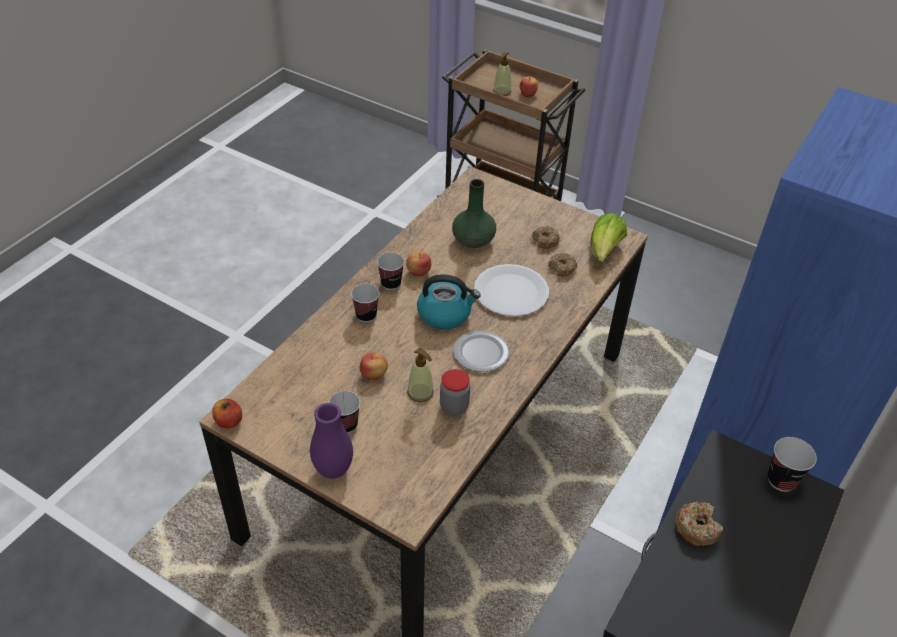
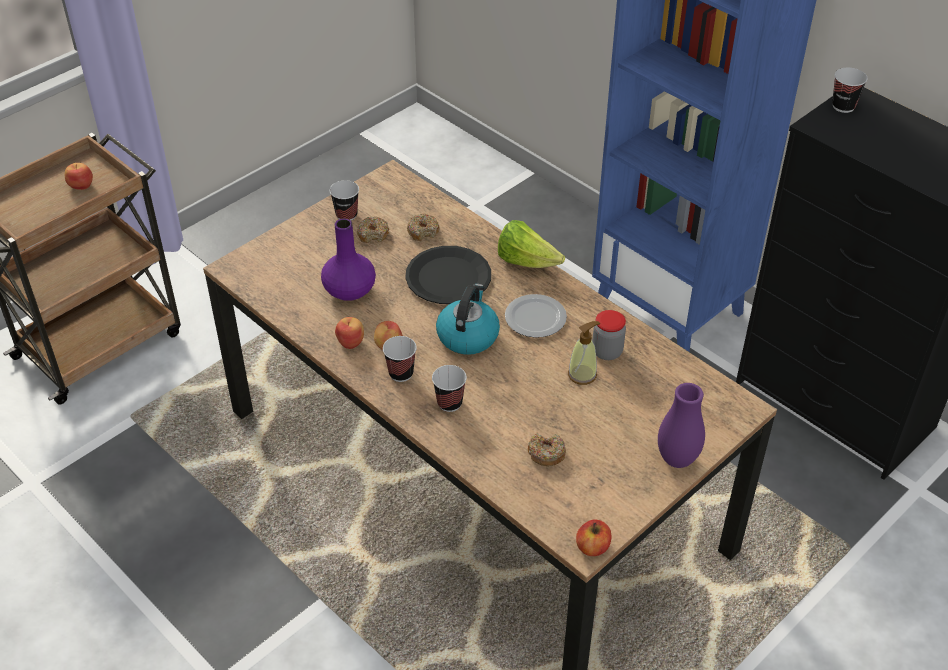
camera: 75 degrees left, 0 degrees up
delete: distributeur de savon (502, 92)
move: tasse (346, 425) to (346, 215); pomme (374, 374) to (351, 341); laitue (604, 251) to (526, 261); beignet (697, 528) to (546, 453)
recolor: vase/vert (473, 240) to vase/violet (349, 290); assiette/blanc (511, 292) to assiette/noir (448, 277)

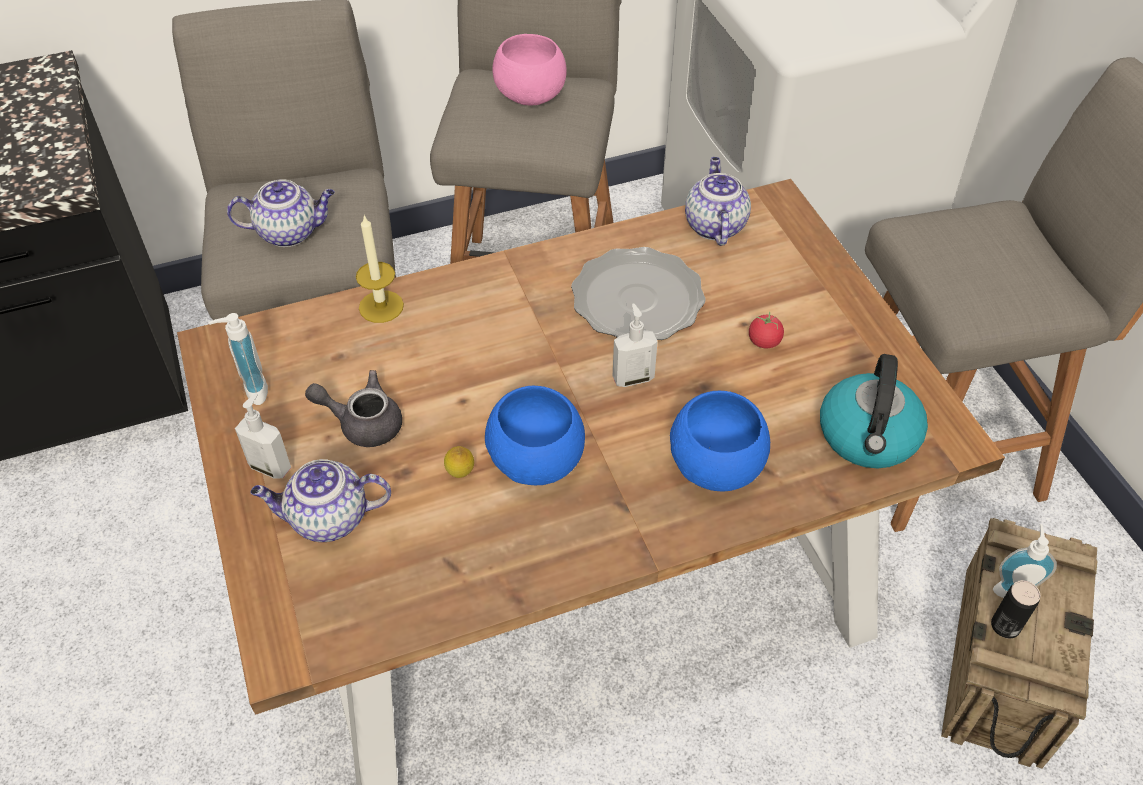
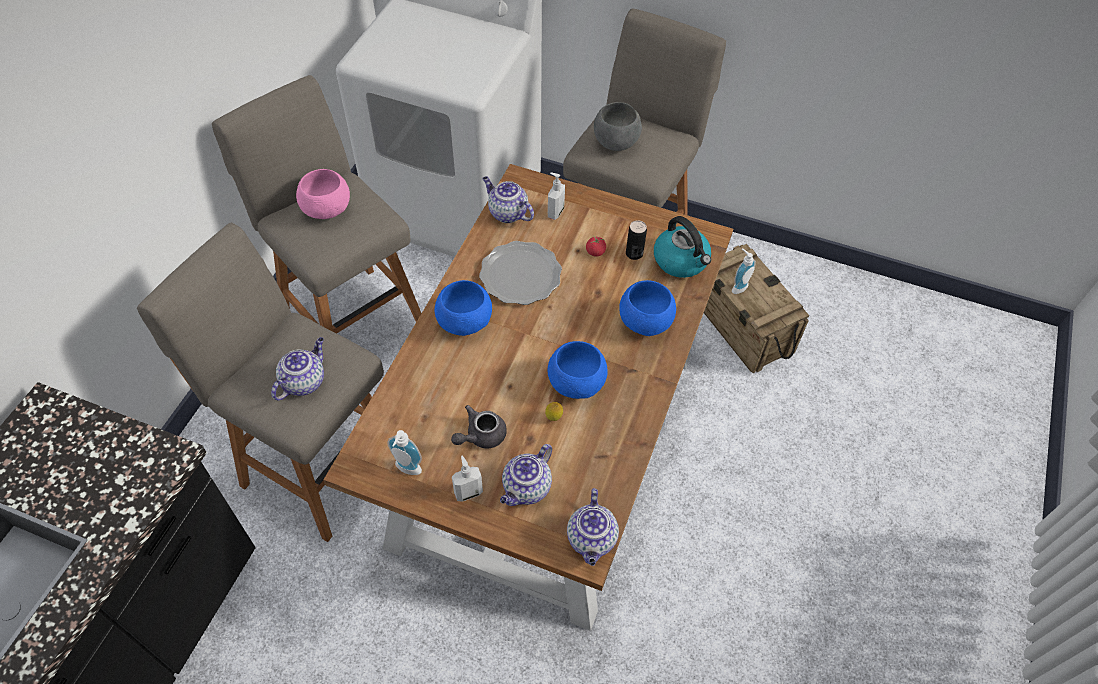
camera: 50 degrees left, 5 degrees up
delete: bougie (381, 306)
insert: bol/bleu (465, 323); théière (592, 540); bol/gris (616, 142)
move: distributeur de savon (632, 377) to (555, 212); boîte métallique (1005, 626) to (634, 253)

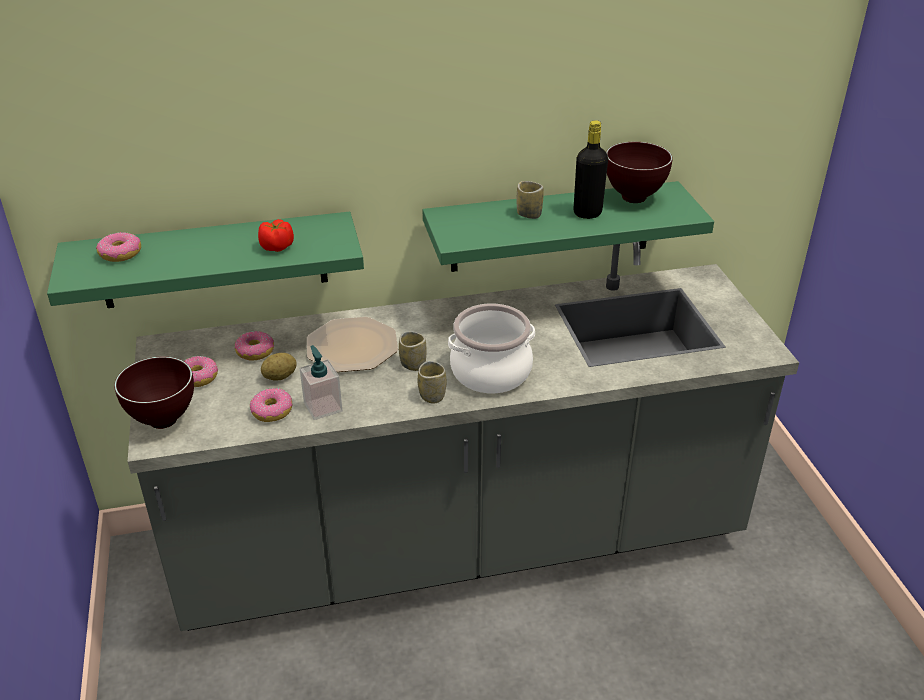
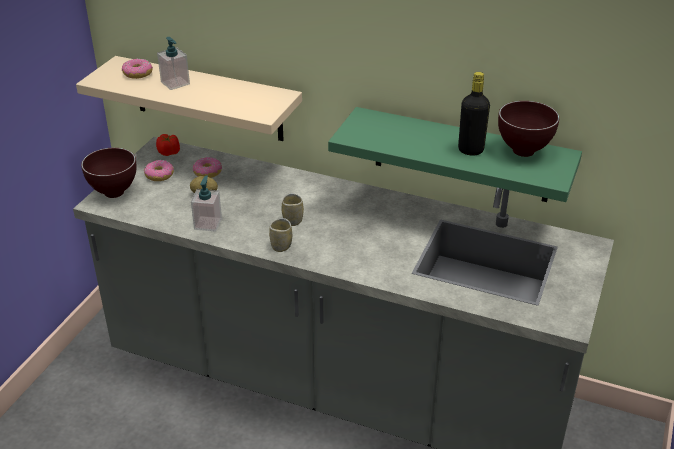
camera: 35 degrees right, 0 degrees up
delete: beignet (272, 411); assiette (351, 346); marmite (490, 371); tasse (529, 214)
insert: distributeur de savon (175, 83)
move: tomate (277, 247) to (169, 152)
recolor: étagère/vert (213, 260) to étagère/beige (207, 99)

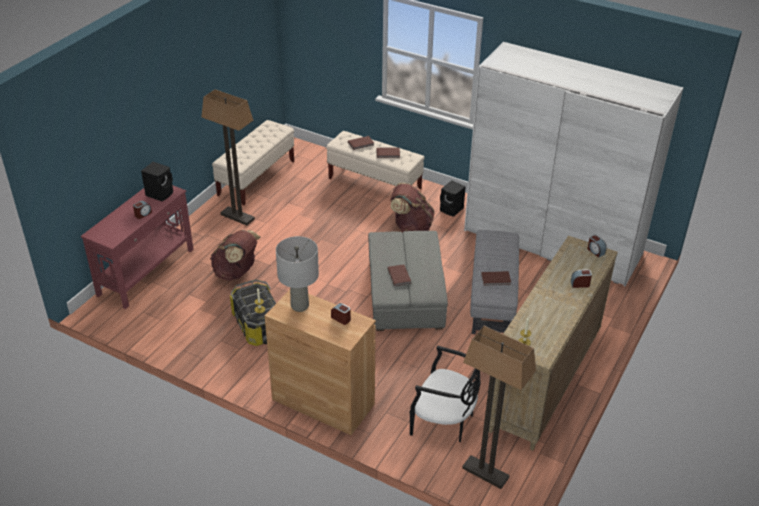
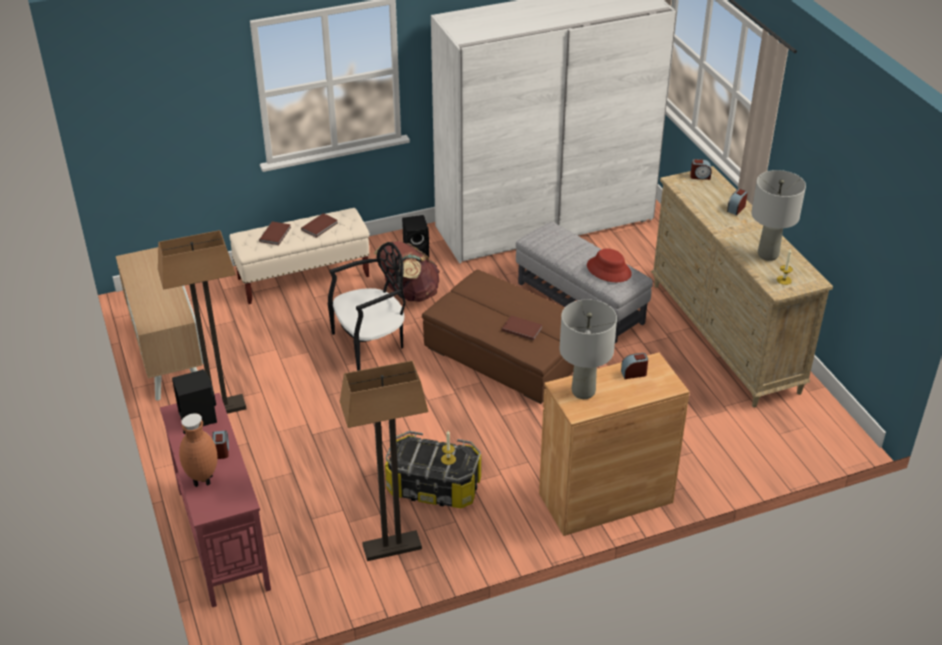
camera: 50 degrees left, 0 degrees up
delete: sac à dos/marron (236, 272)
insert: vase/marron (203, 481); lampe de table/gris (768, 255)
move: chaise/noir (444, 421) to (371, 344); lampadaire (485, 473) to (391, 547)
replace: banc/beige (256, 178) to meuble de rangement (167, 357); livre/marron (496, 279) to chapeau/rouge (609, 270)
recolor: pouf/gris (406, 293) to pouf/marron (507, 353)

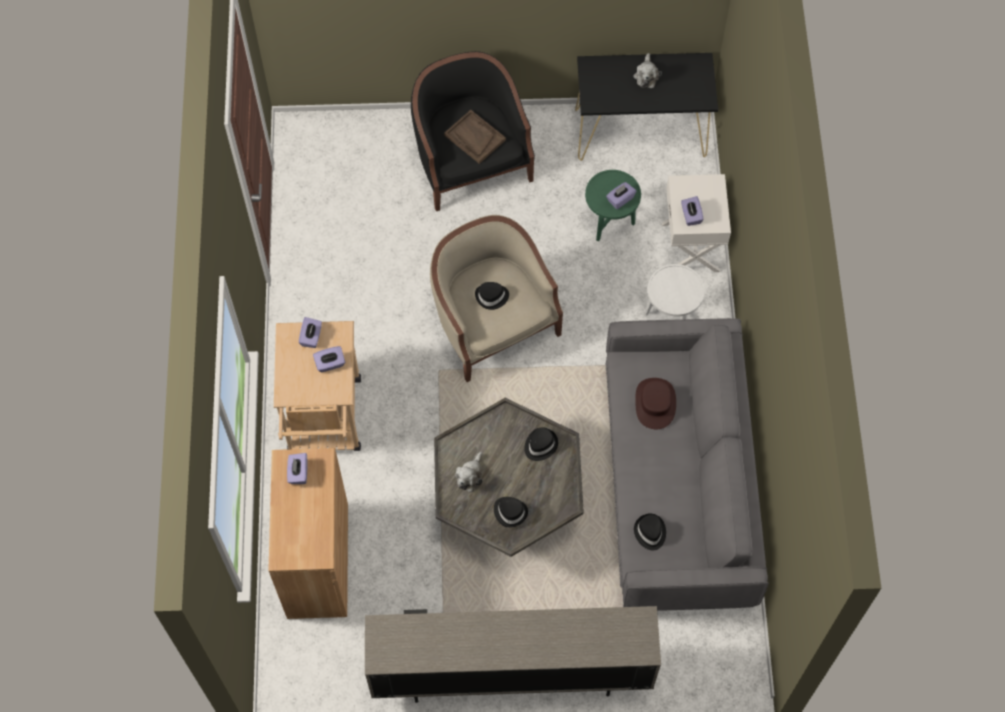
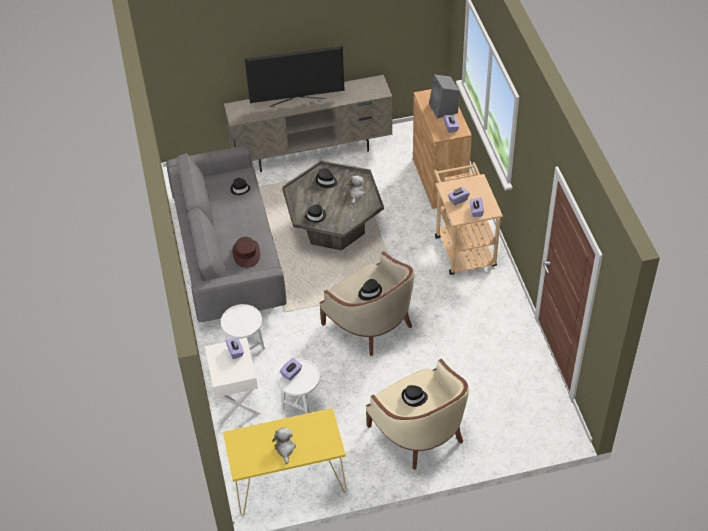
camera: 170 degrees right, 15 degrees down
insert: téléviseur (297, 102); enceinte/gris (444, 109)
replace: plateau/marron (474, 137) to chapeau/noir (414, 398)
recolor: fauteuil/noir (471, 162) to fauteuil/beige (419, 431); table console/noir (641, 132) to table console/jaune (288, 482); table d'appoint/vert (609, 225) to table d'appoint/blanc (300, 404)

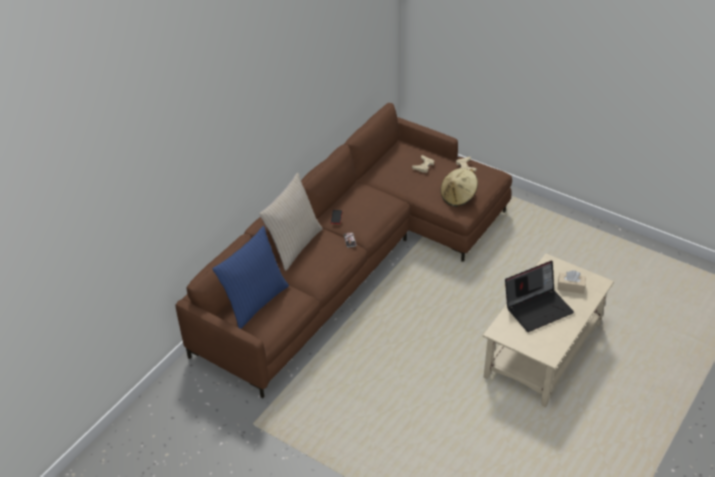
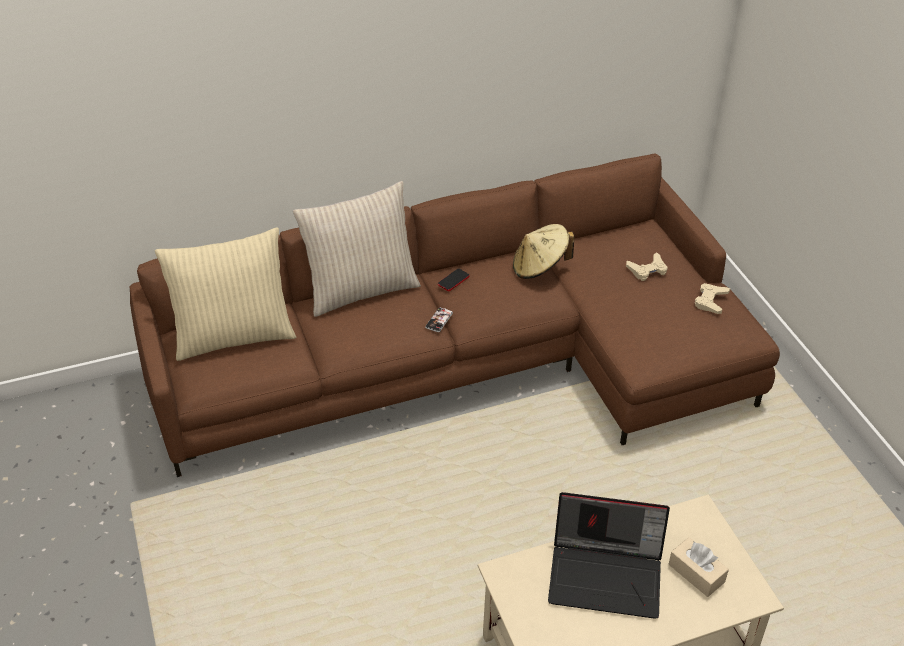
camera: 35 degrees right, 0 degrees up
move: chapeau/beige (458, 196) to (540, 267)
recolor: coussin/bleu (255, 301) to coussin/beige (234, 336)

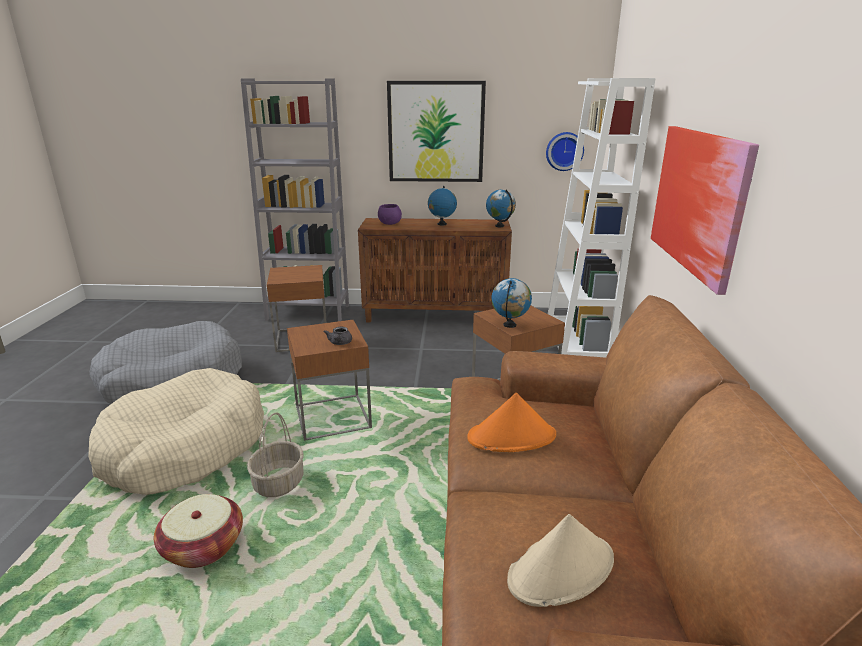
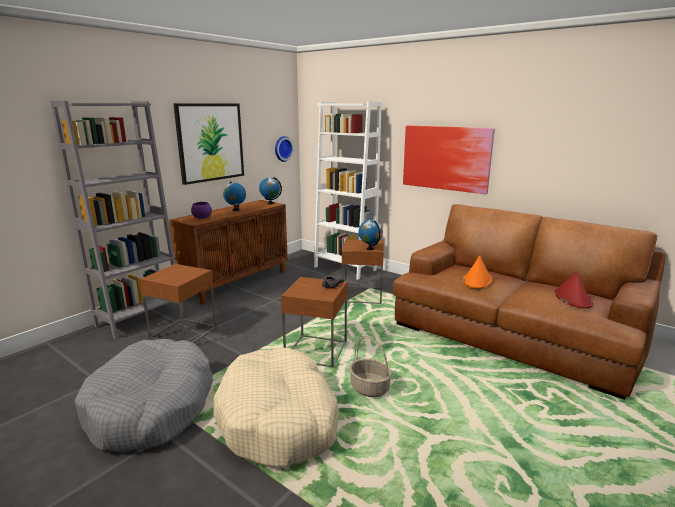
camera: 55 degrees left, 5 degrees down
delete: panier (203, 546)
recolor: chapeau/beige (561, 569) to chapeau/rouge (572, 298)

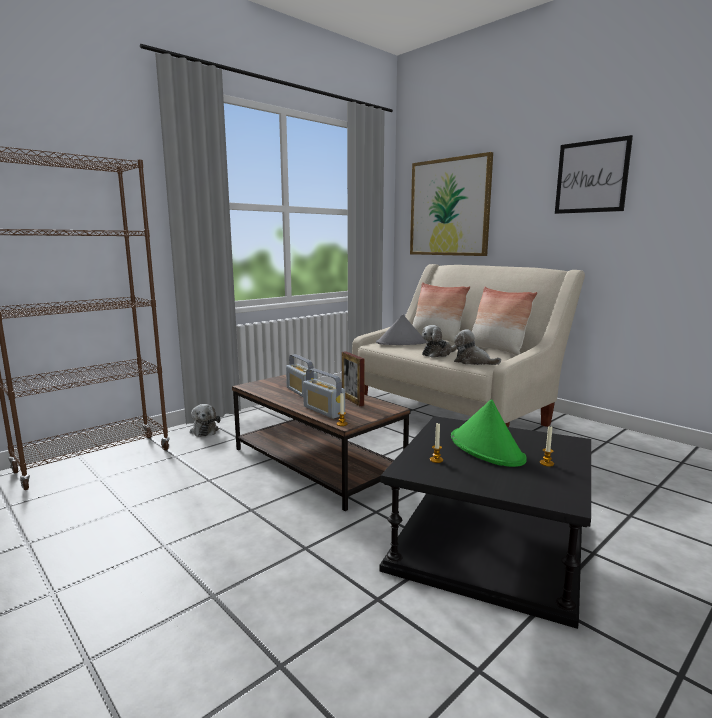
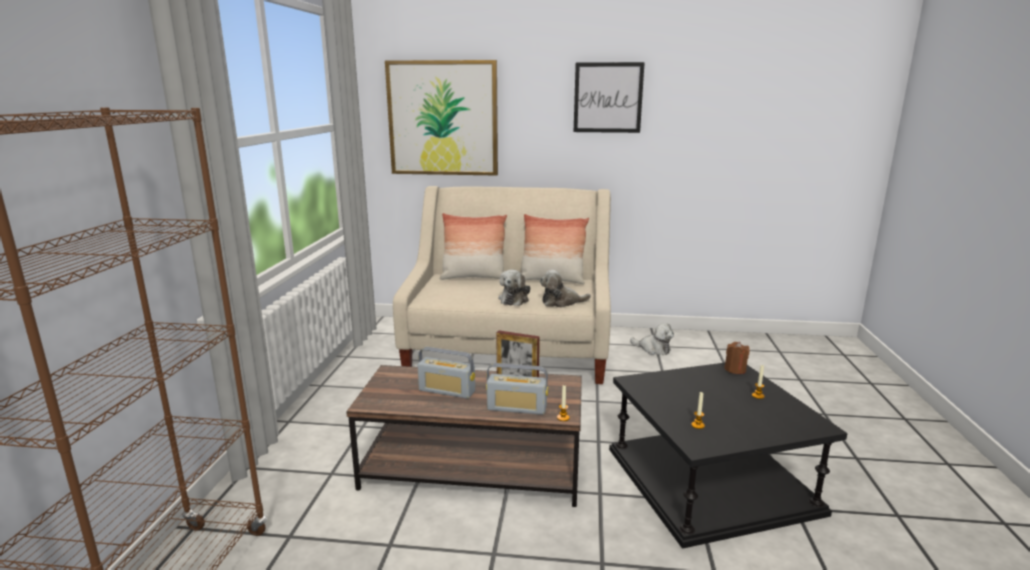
camera: 40 degrees left, 5 degrees up
delete: chapeau/gris (401, 343); chapeau/vert (487, 448)
insert: bougie/marron (735, 369)
move: peluche (204, 430) to (653, 349)

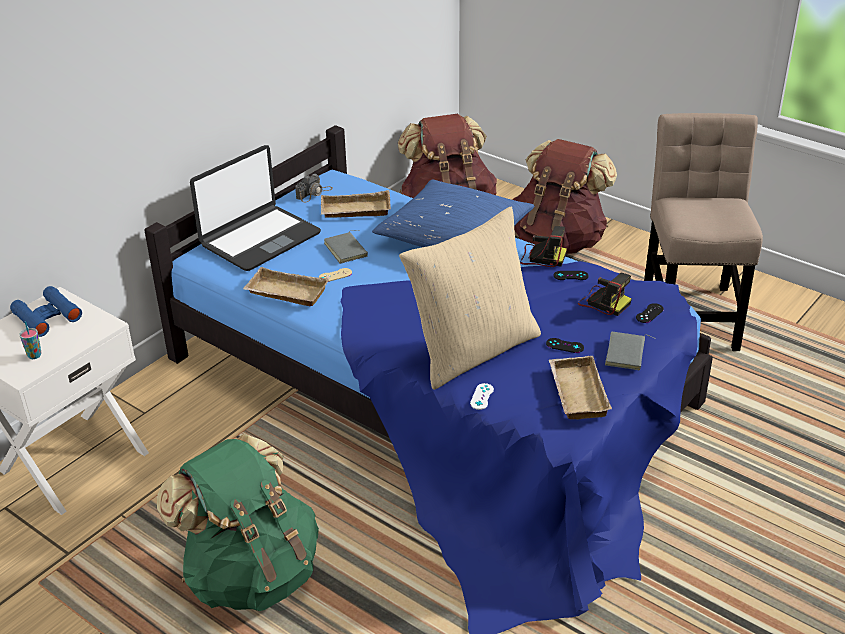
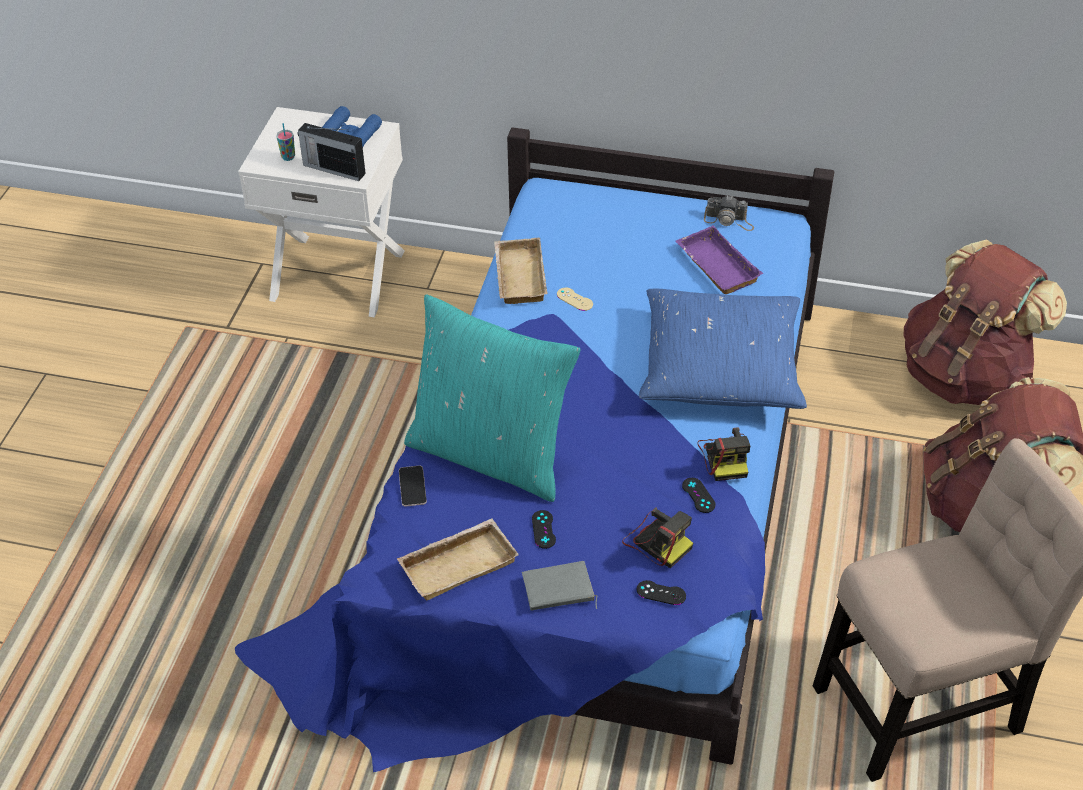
camera: 65 degrees right, 10 degrees up
delete: sac à dos/vert (251, 574); ordinateur portable (259, 239); livre/gris (347, 250)
insert: radio (333, 169)
replace: manette/blanc (482, 396) to téléphone (412, 486)
recolor: plateau/beige (355, 211) to plateau/violet (714, 266); coussin/beige (473, 350) to coussin/turquoise (491, 454)
rotate: appareil photo (603, 302) = (657, 541) 60 degrees counterclockwise

